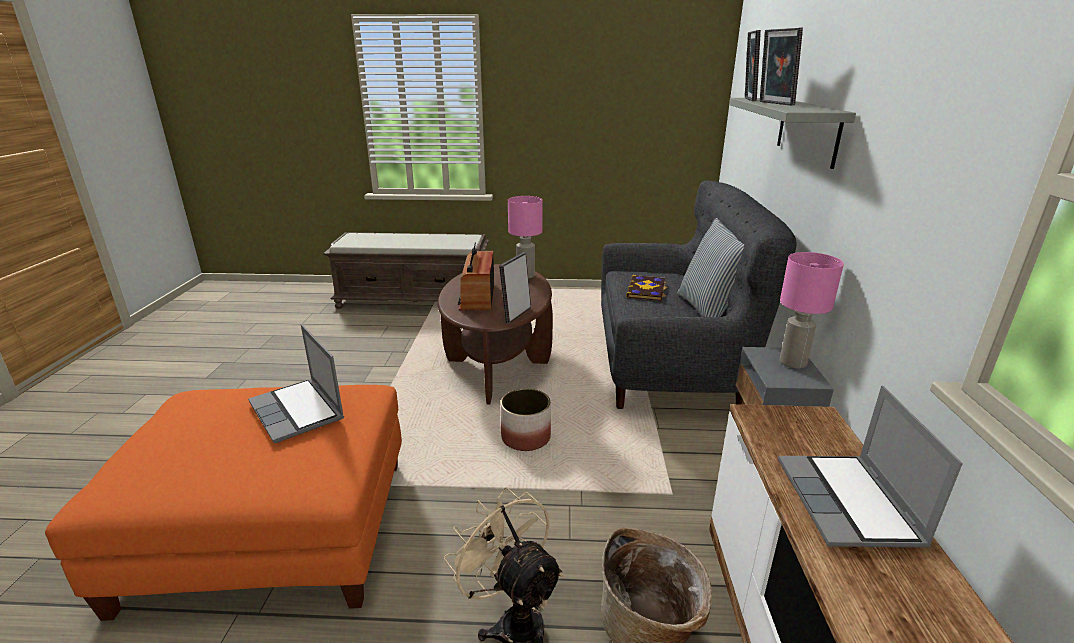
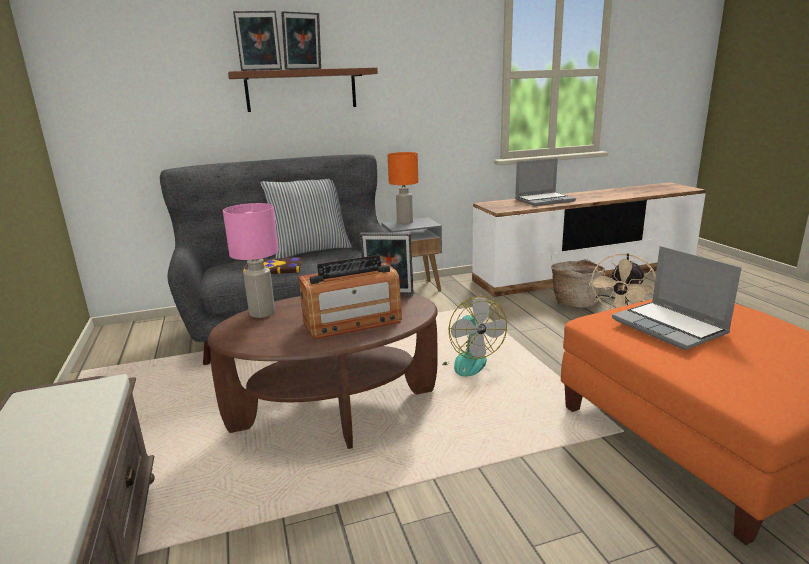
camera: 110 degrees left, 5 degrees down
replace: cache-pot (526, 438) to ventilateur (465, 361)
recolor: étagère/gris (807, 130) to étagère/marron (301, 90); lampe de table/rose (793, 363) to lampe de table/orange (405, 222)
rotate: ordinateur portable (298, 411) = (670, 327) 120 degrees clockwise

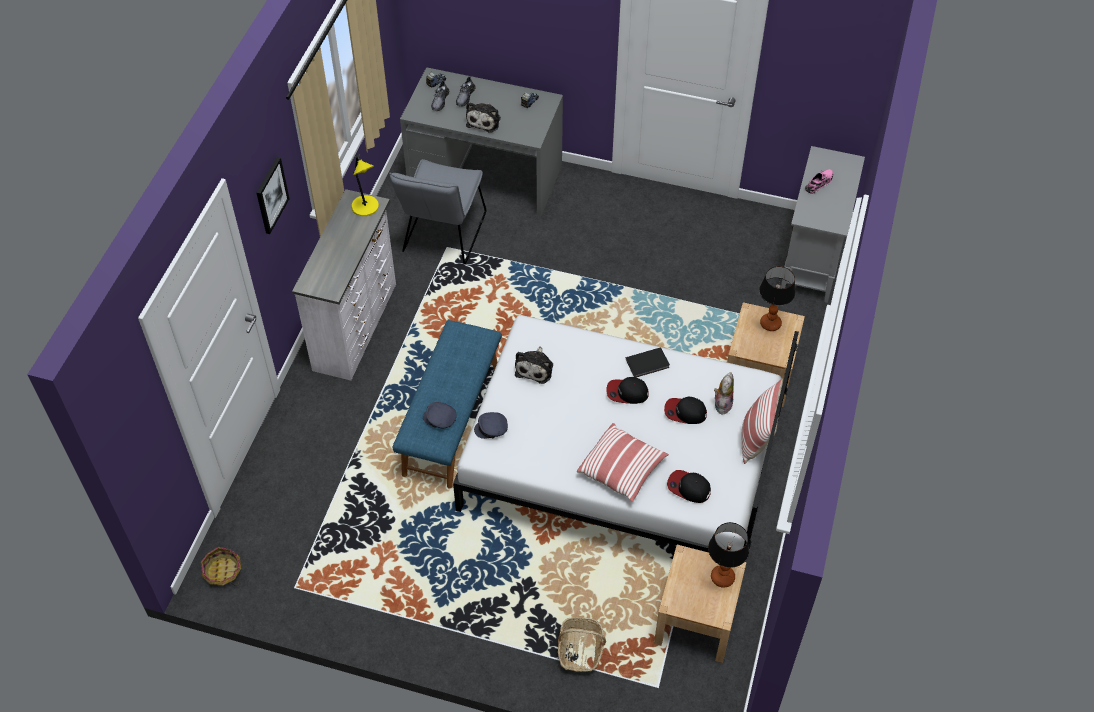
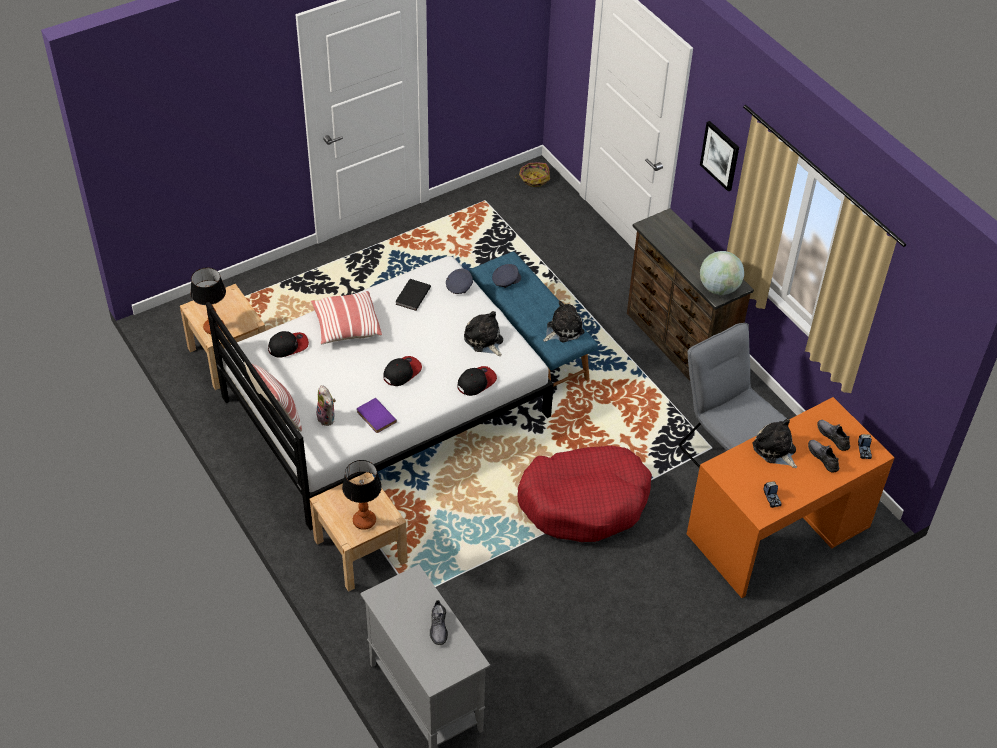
camera: 130 degrees right, 5 degrees down
delete: panier (580, 649)
insert: livre/violet (375, 417); panier pour chien/rouge (584, 502); peluche (563, 329)
move: livre/noir (648, 364) to (412, 296); casquette (685, 412) to (476, 382)
replace: lampe de table/jaune (366, 207) to globe (719, 288)
recolor: commode/blanc (357, 326) to commode/marron (677, 346); bureau/gris (485, 176) to bureau/orange (778, 530); chaussure/rose (819, 183) to chaussure/gris (438, 627)

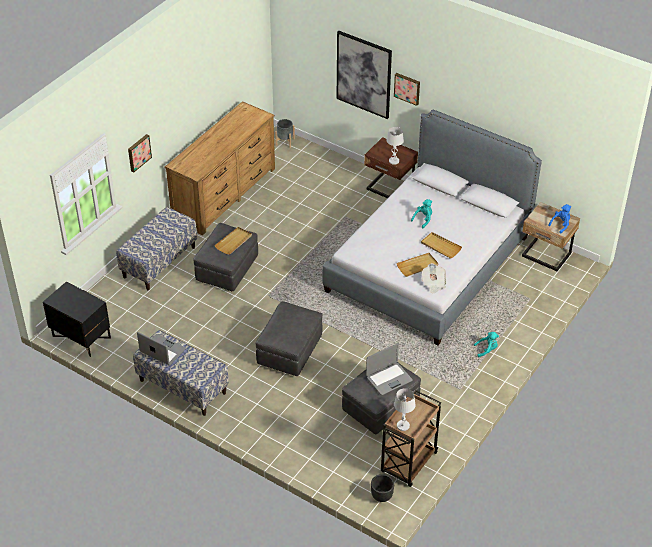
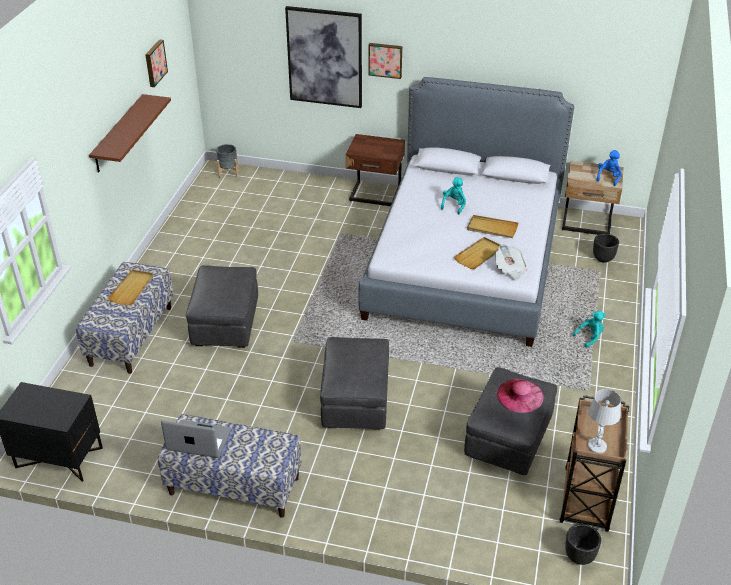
camera: 20 degrees left, 5 degrees down
delete: commode/marron (224, 194); lampe de table/blanc (394, 161)
insert: étagère/marron (118, 134); cache-pot/noir (603, 258)
move: tableau (138, 152) to (154, 63); plateau/beige (234, 242) to (132, 289)
replace: ordinateur portable (389, 378) to chapeau/rose (520, 395)

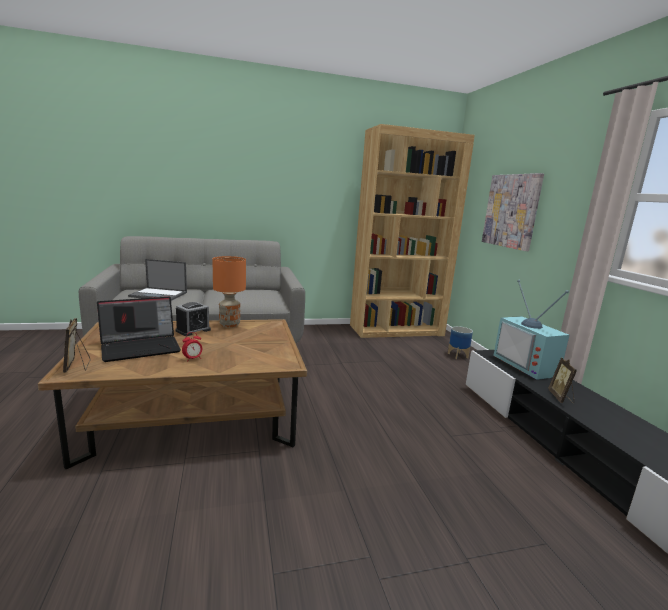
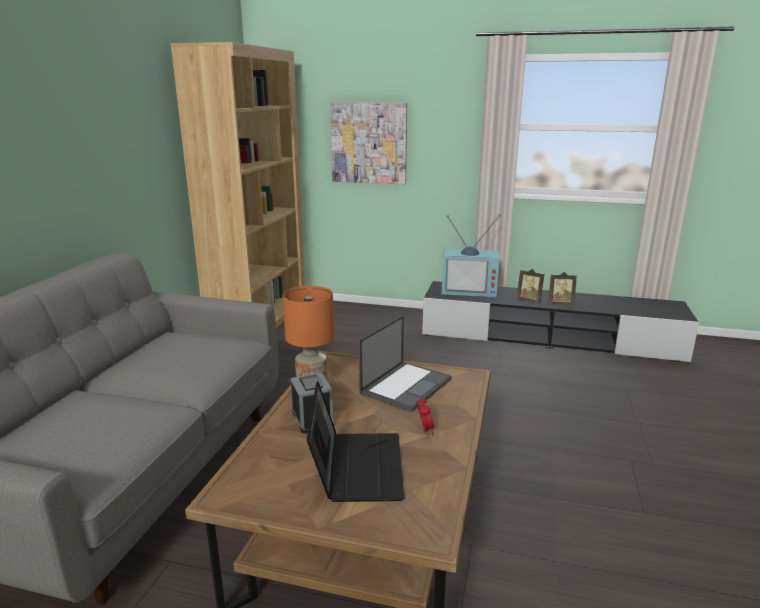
camera: 60 degrees left, 5 degrees up
delete: cache-pot (457, 355)
move: cadre photo (78, 366) to (560, 304); ordinateur portable (159, 294) to (406, 385)

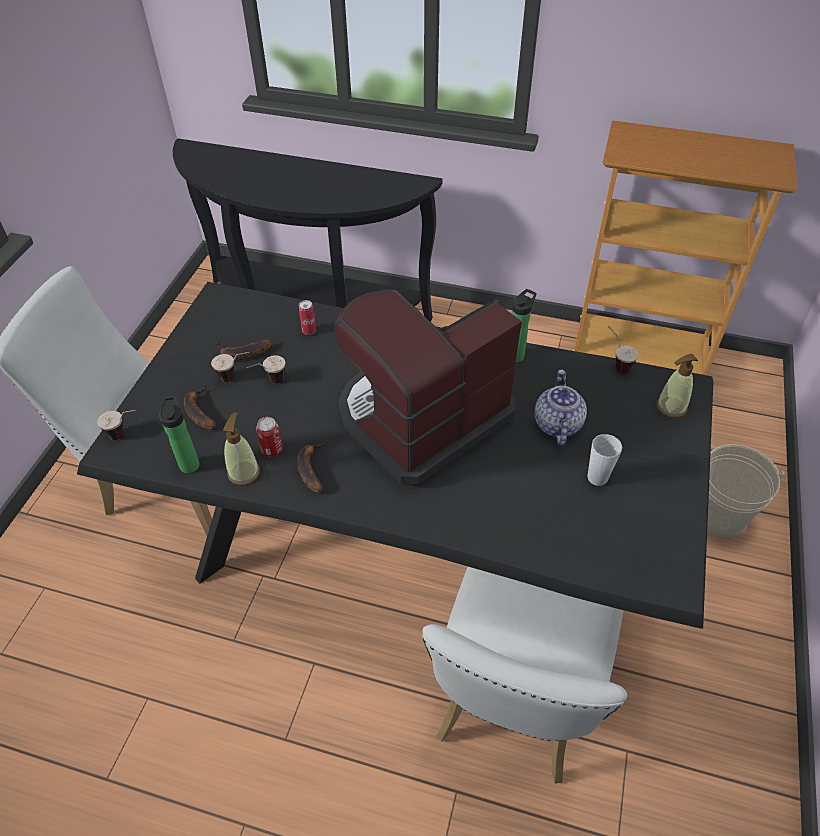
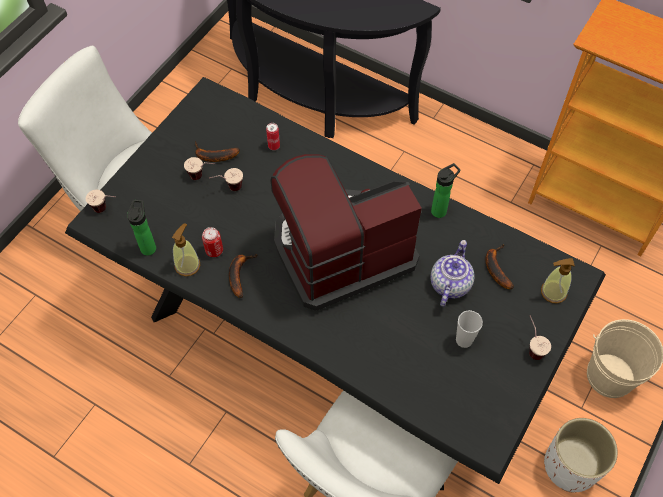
camera: 15 degrees right, 10 degrees up
insert: cache-pot/blanc (570, 466)
move: banane (198, 412) to (495, 268); tasse (615, 363) to (531, 346)

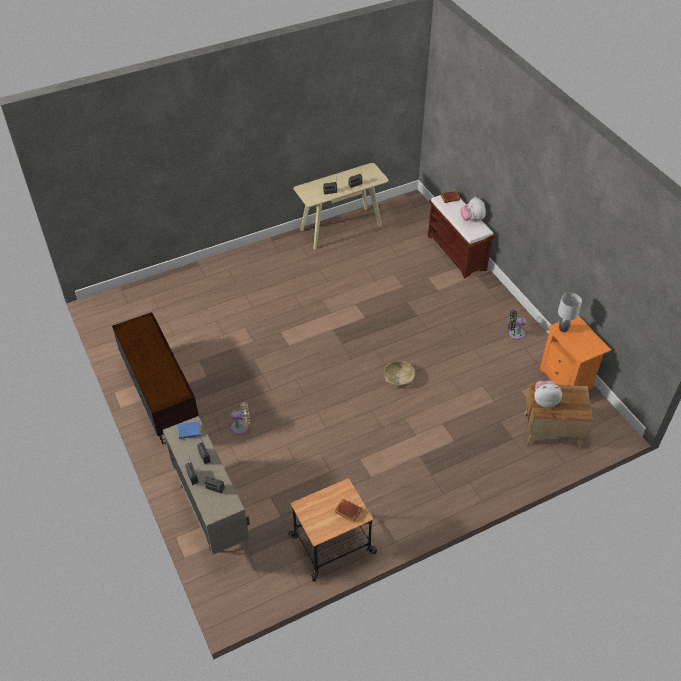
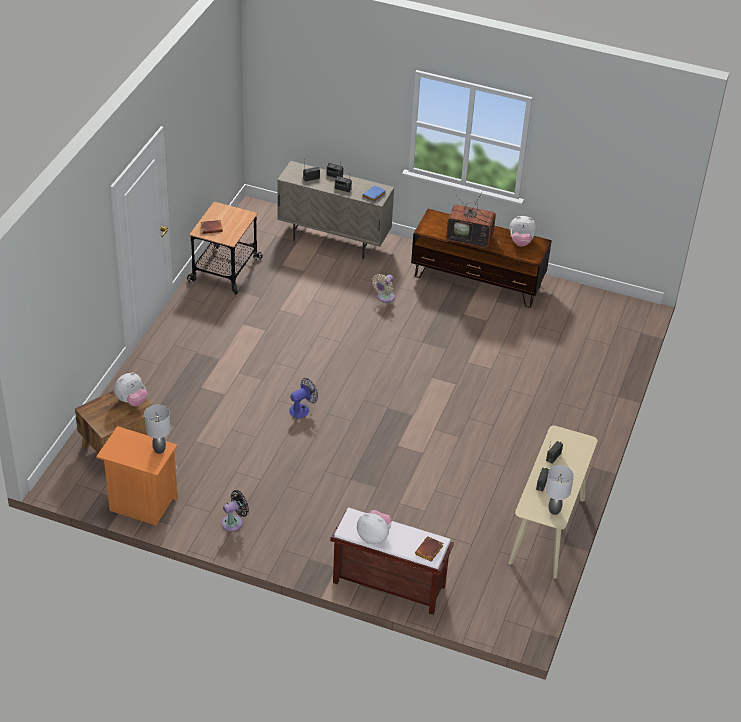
camera: 135 degrees right, 5 degrees down
insert: téléviseur (471, 238); peluche (521, 242); lampe de table/gris (554, 510)
replace: panier (399, 378) to ventilateur (302, 409)

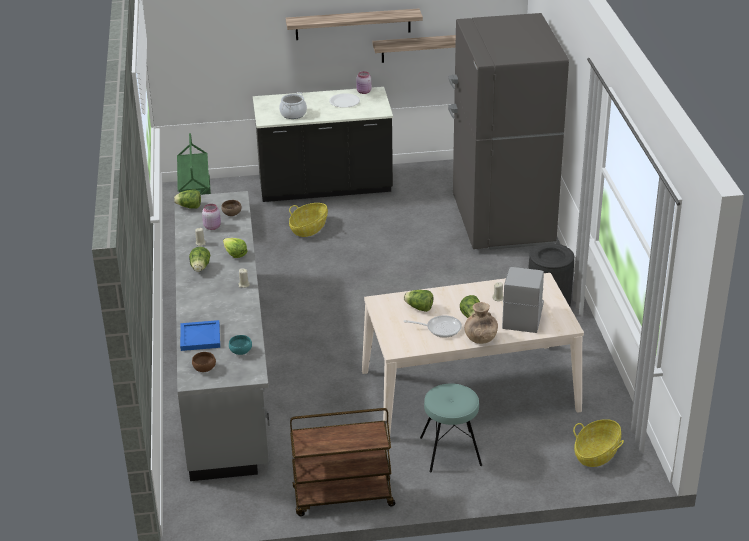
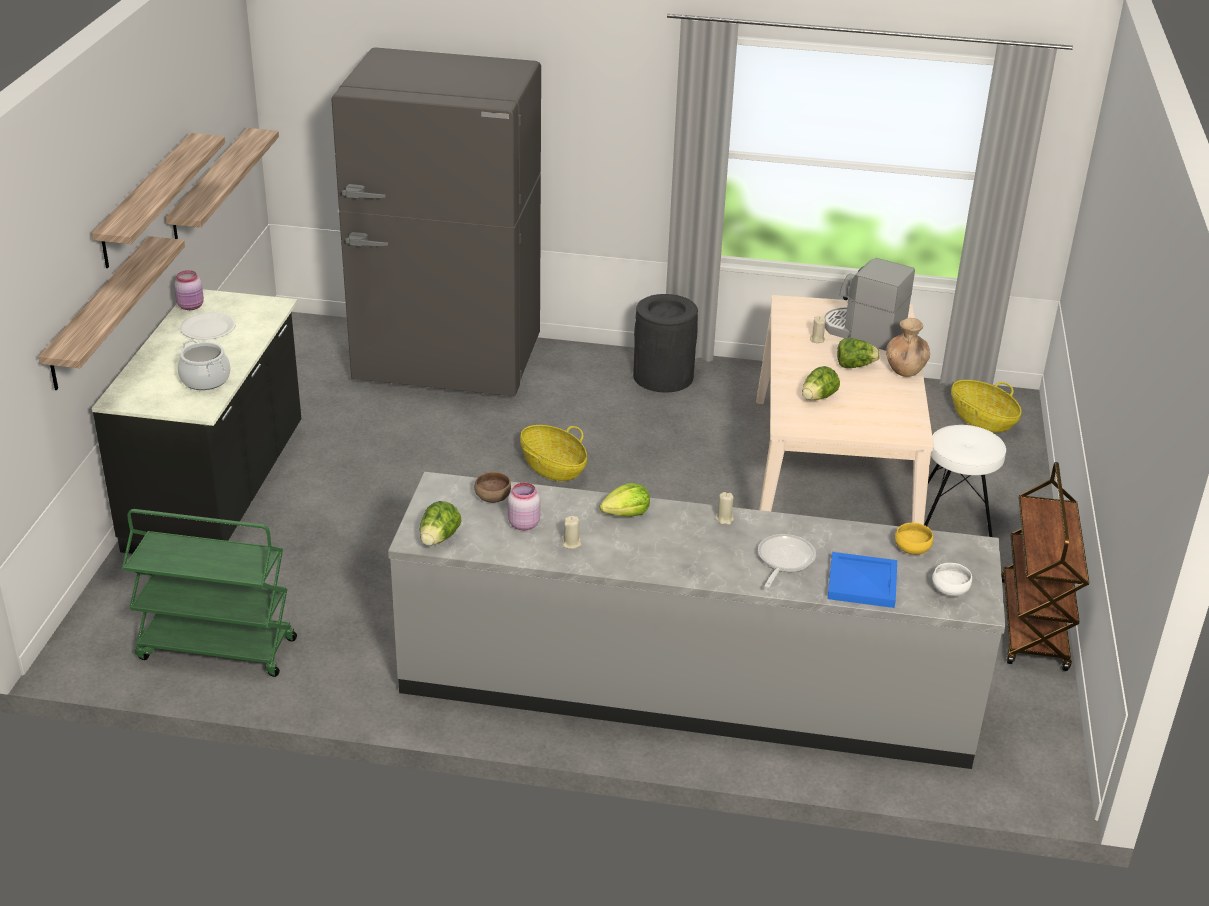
camera: 75 degrees left, 0 degrees up
delete: laitue (200, 268)
insert: étagère (100, 313)
move: panier (309, 228) to (553, 467); poêle (440, 328) to (783, 561)
recolor: bol/marron (204, 368) to bol/blanc (949, 591); bol/turquoise (240, 351) to bol/jaune (911, 549); tabouret/turquoise (450, 451) to tabouret/blanc (954, 519)

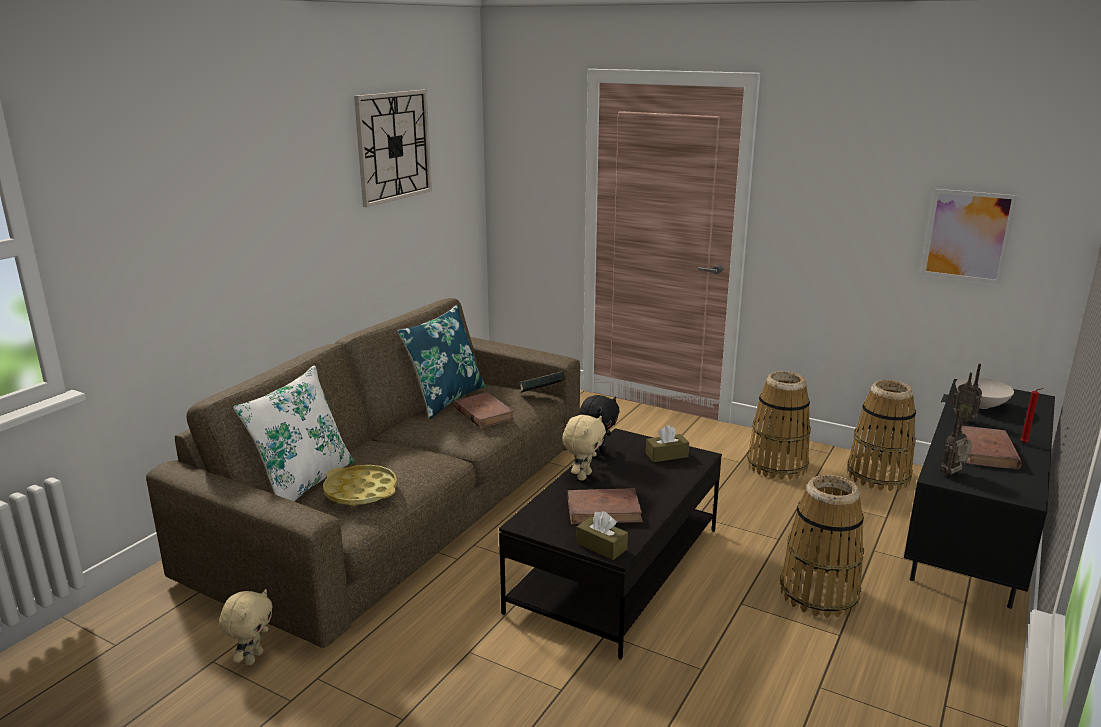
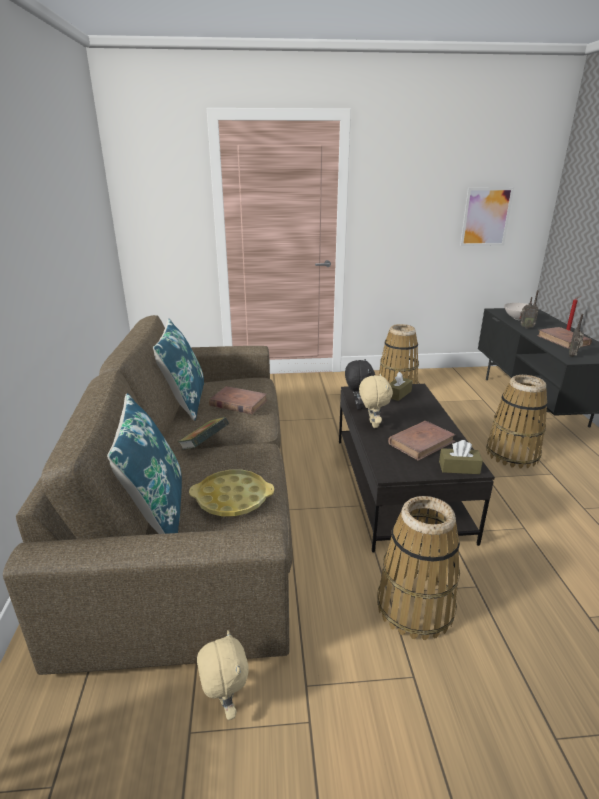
camera: 35 degrees left, 5 degrees up
delete: horloge murale (393, 146)
move: livre (541, 395) to (204, 446); panier (878, 475) to (415, 607)
recolor: coussin/blanc (303, 482) to coussin/bleu (156, 512)

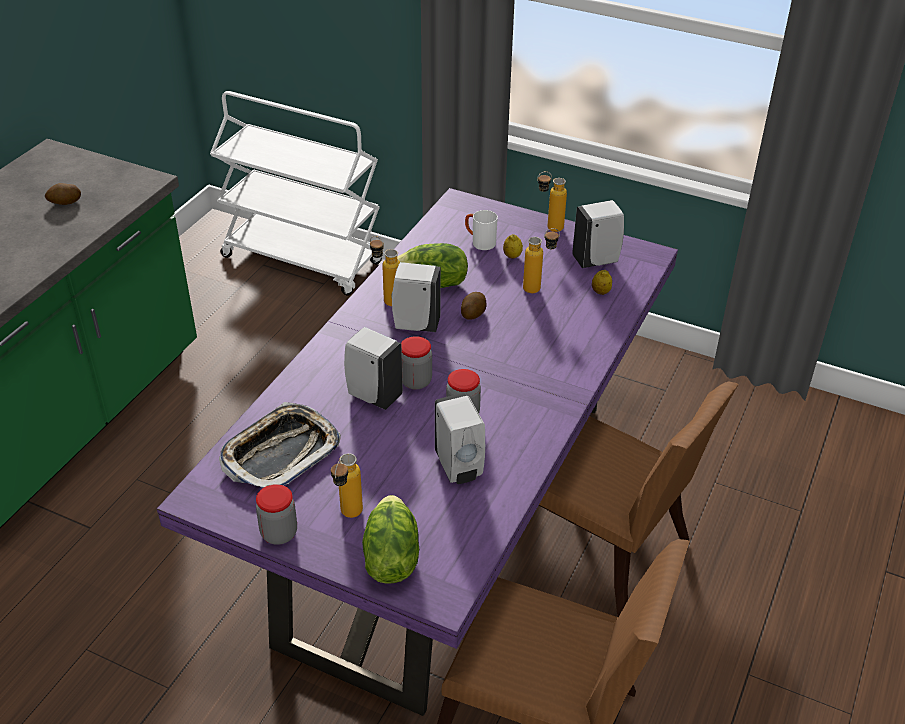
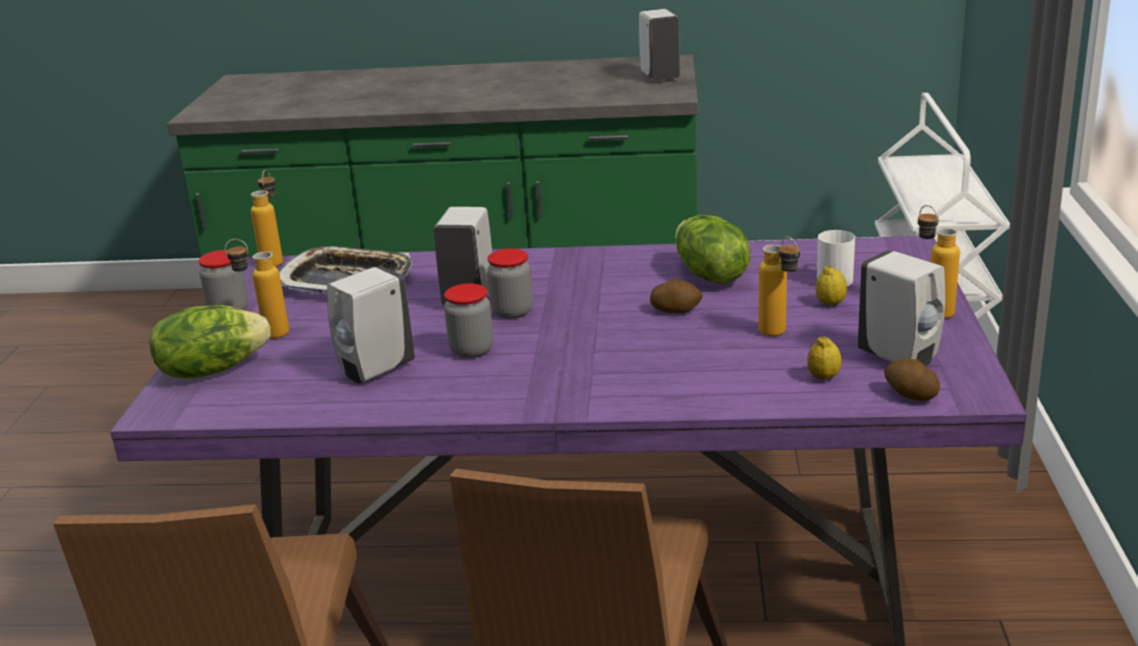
camera: 70 degrees right, 15 degrees down
move: pomme de terre (65, 203) to (910, 395); bouteille (386, 299) to (275, 260); distributeur de savon/blanc (415, 324) to (659, 77)

